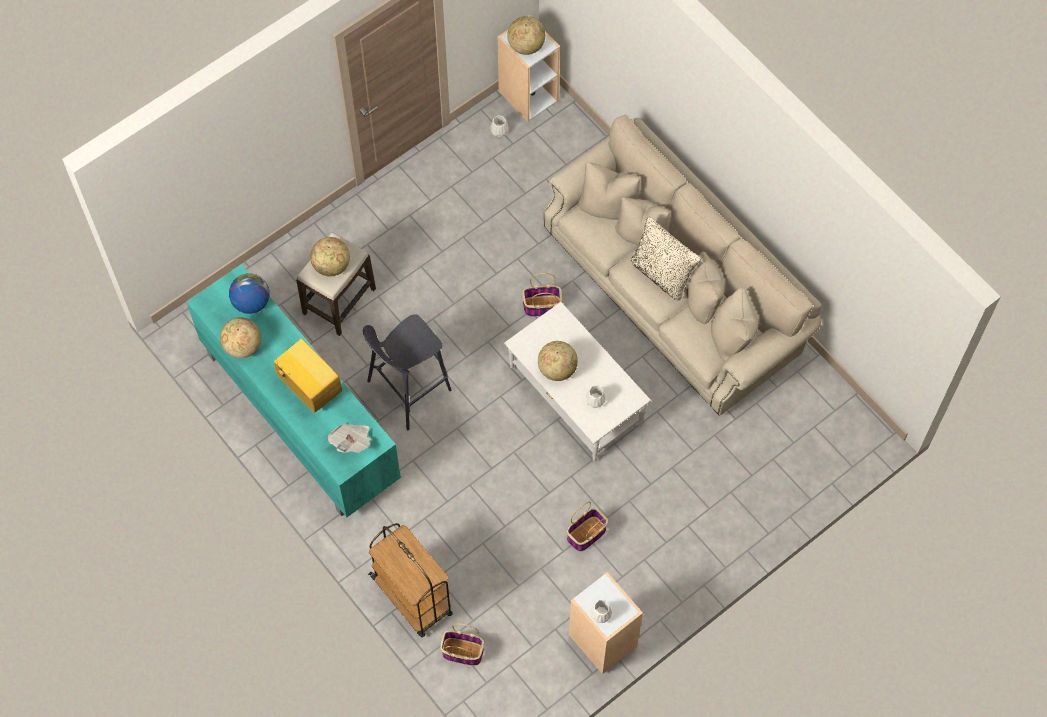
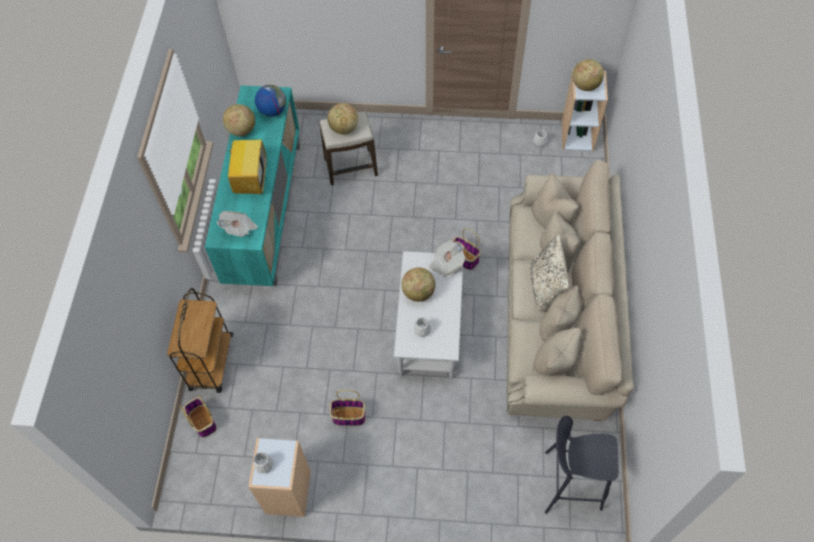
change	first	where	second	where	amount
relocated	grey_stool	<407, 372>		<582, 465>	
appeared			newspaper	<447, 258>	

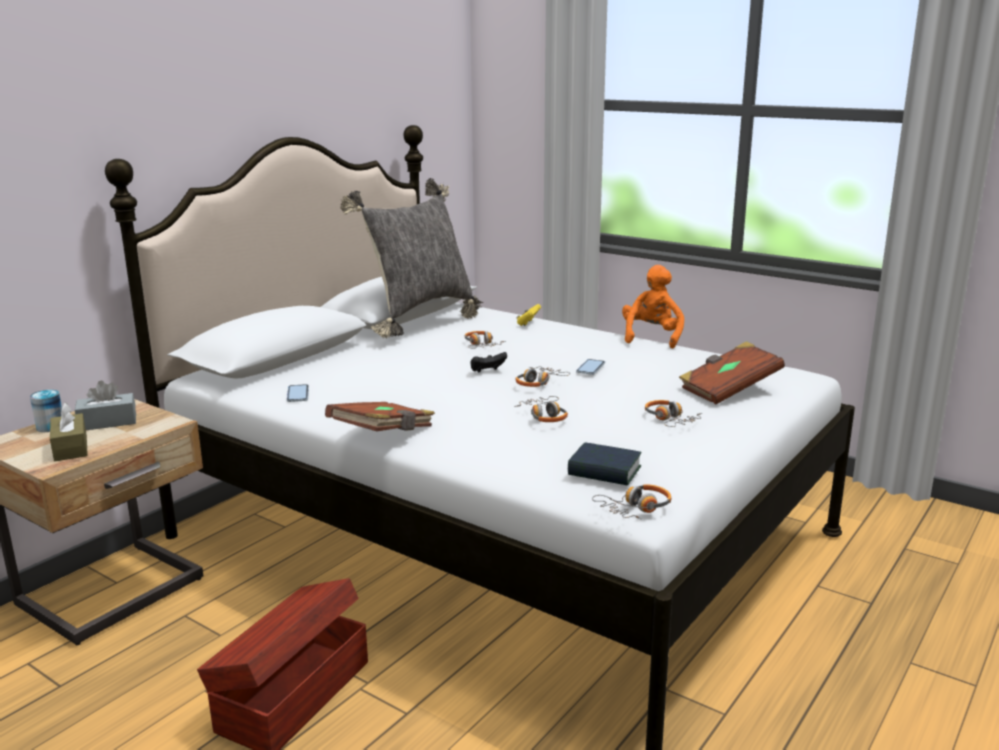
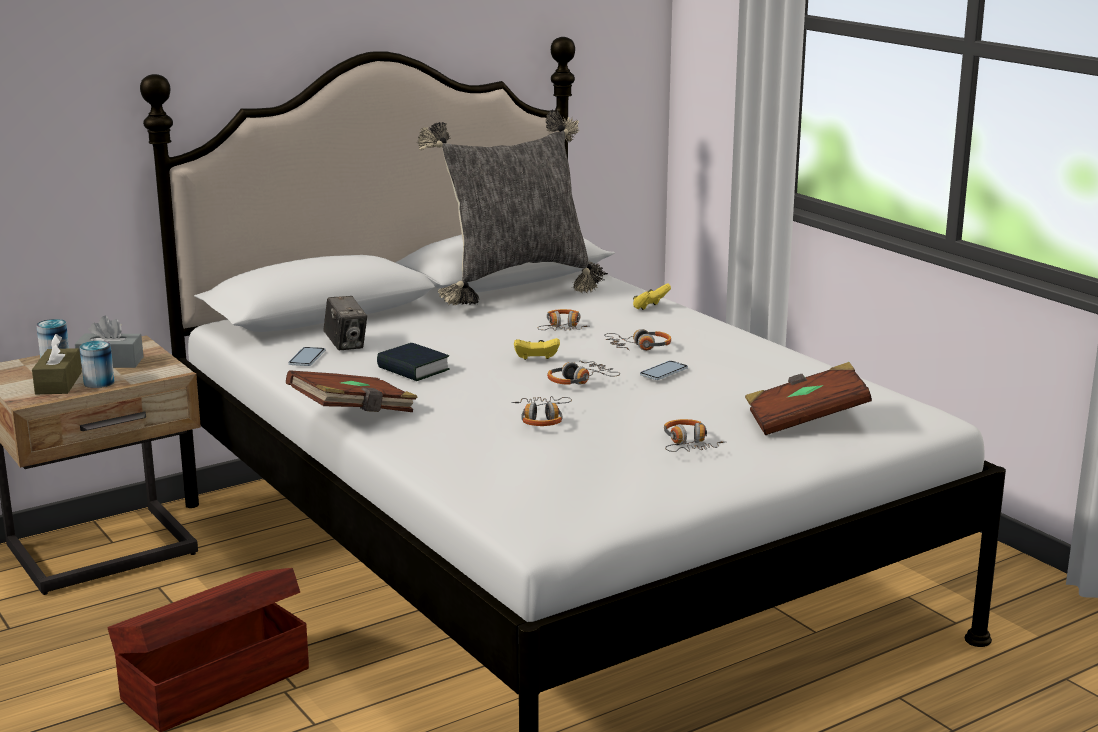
change	first	where	second	where	amount
missing	orange_plush_toy	<653, 307>			
colour	black_game_controller	<489, 362>	yellow_game_controller	<537, 349>	
relocated	book	<605, 464>		<413, 362>	
relocated	headphones	<631, 502>		<637, 340>	
appeared			photo_camera	<345, 323>	
appeared			can	<97, 364>	

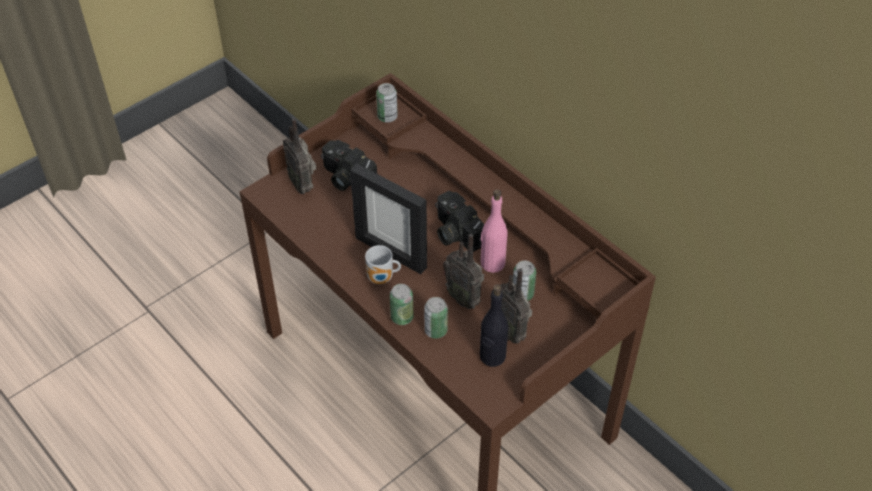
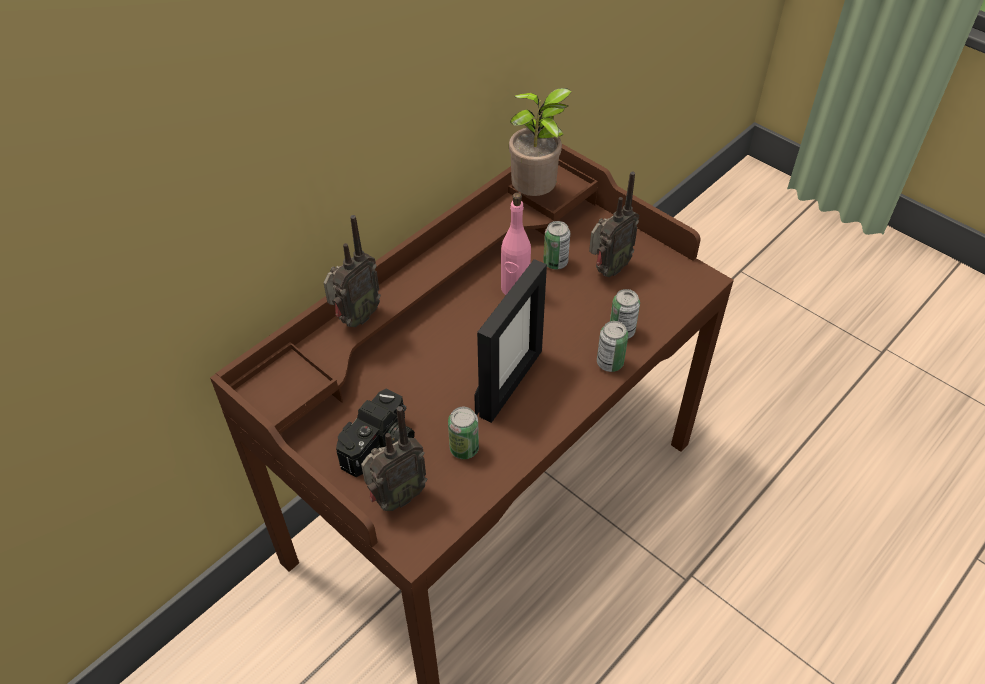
change	first	where	second	where	amount
relocated	can	<387, 103>		<463, 433>	
missing	photo_camera	<459, 221>			
relocated	radio	<463, 271>		<352, 271>	
missing	mug	<383, 264>			
missing	black_bottle	<494, 325>			
appeared			potted_plant	<540, 142>	

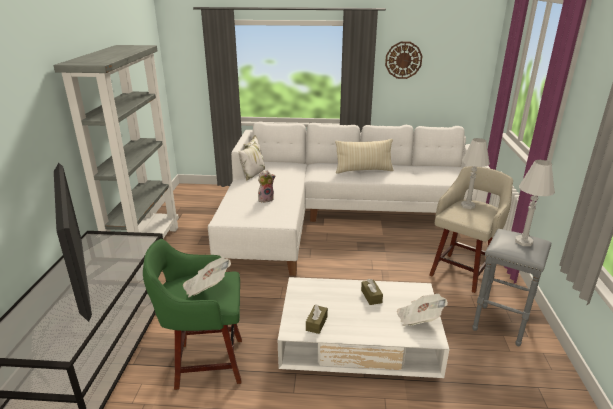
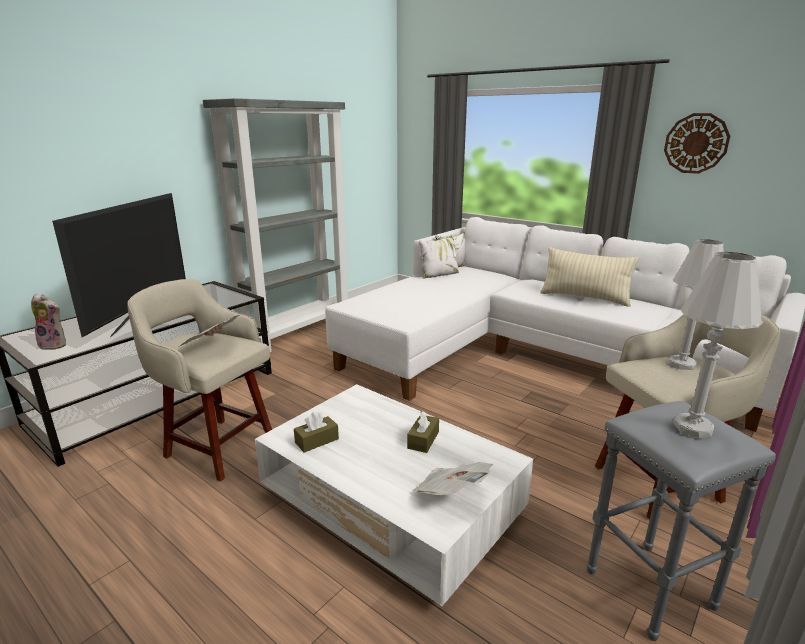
change	first	where	second	where	amount
relocated	plush_toy	<266, 186>		<48, 322>	
colour	green_stool	<192, 314>	beige_stool	<199, 380>	

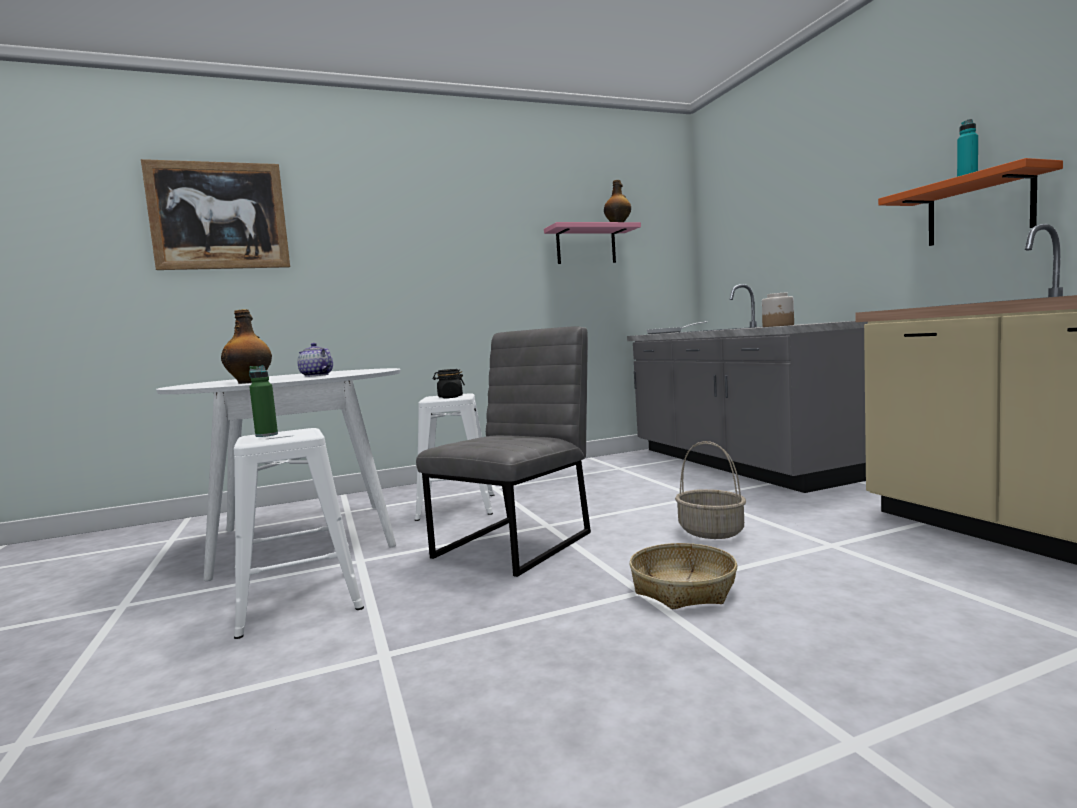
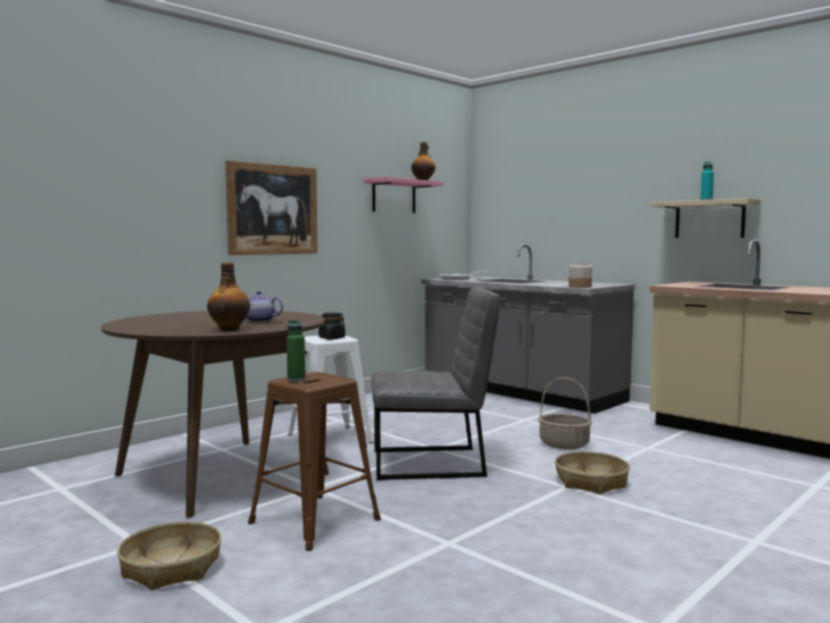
change	first	where	second	where	amount
colour	orange_shelf	<970, 202>	beige_shelf	<705, 218>	
relocated	picture	<215, 214>		<271, 207>	
spun	grey_chair	<503, 451>		<435, 383>	75 degrees clockwise
colour	white_dining_table	<278, 474>	brown_dining_table	<215, 414>	
colour	white_stool	<299, 533>	brown_stool	<314, 461>	
appeared			basket	<169, 556>	

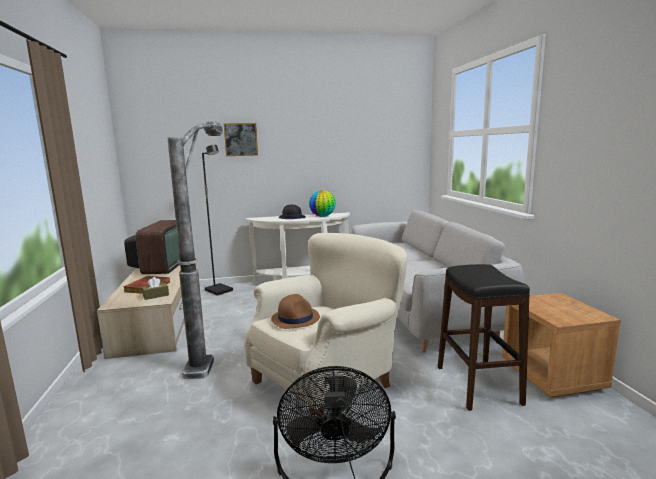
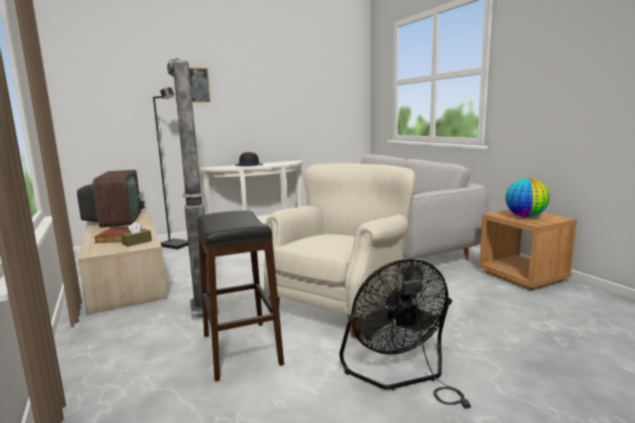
change	first	where	second	where	amount
relocated	globe	<322, 203>		<527, 198>	
relocated	black_stool	<484, 337>		<240, 295>	
missing	brown_hat	<295, 311>			

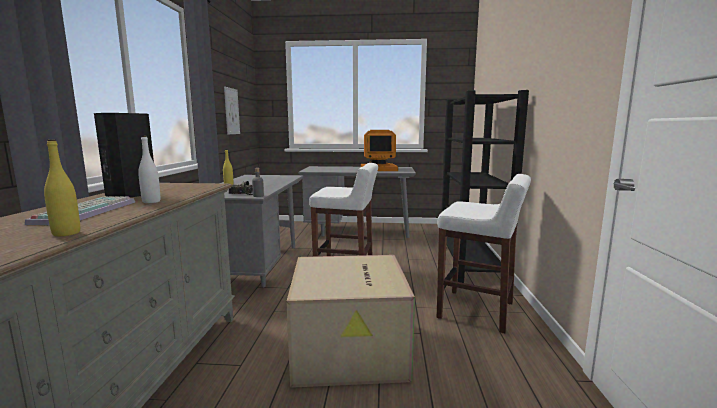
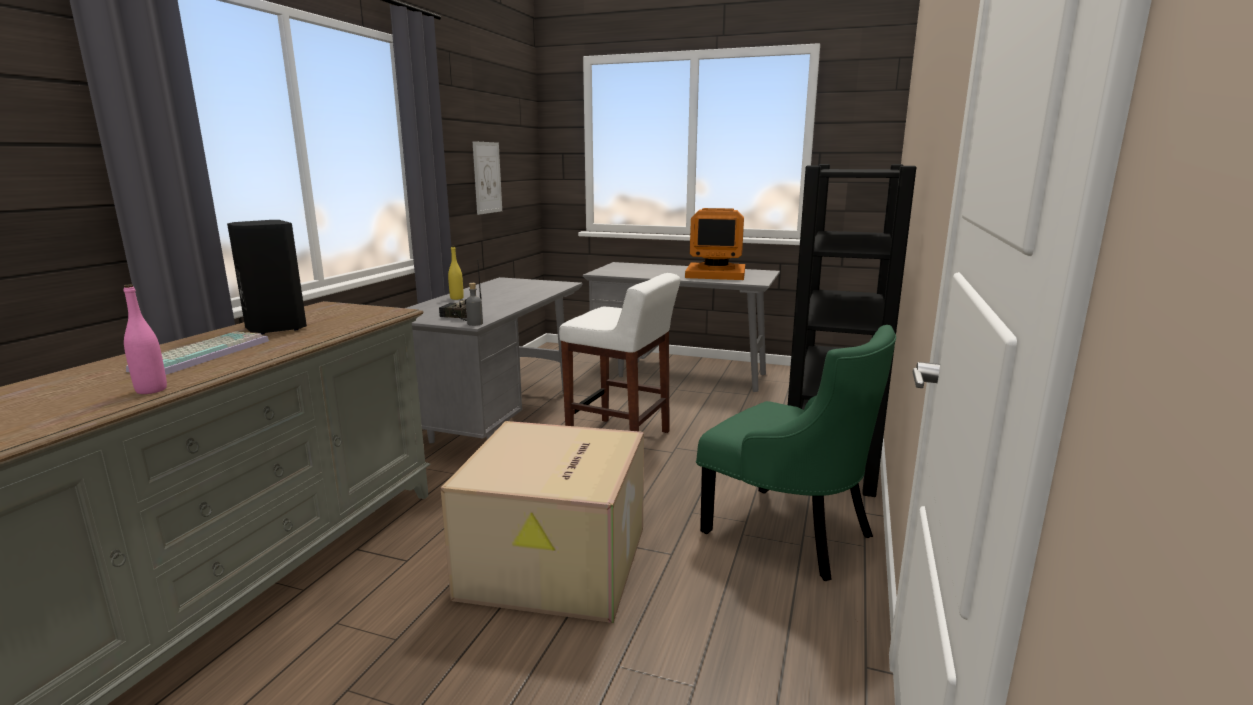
change	first	where	second	where	amount
missing	white_bottle	<149, 169>			
colour	yellow_bottle	<62, 187>	pink_bottle	<145, 339>	
exchanged	white_stool	<484, 253>	green_chair	<796, 453>	

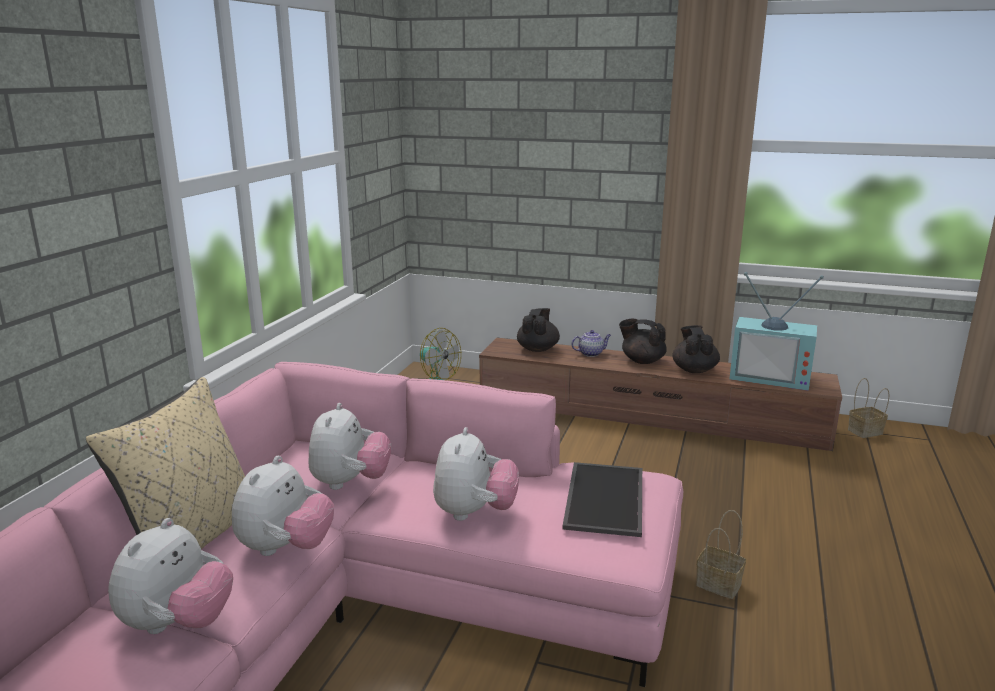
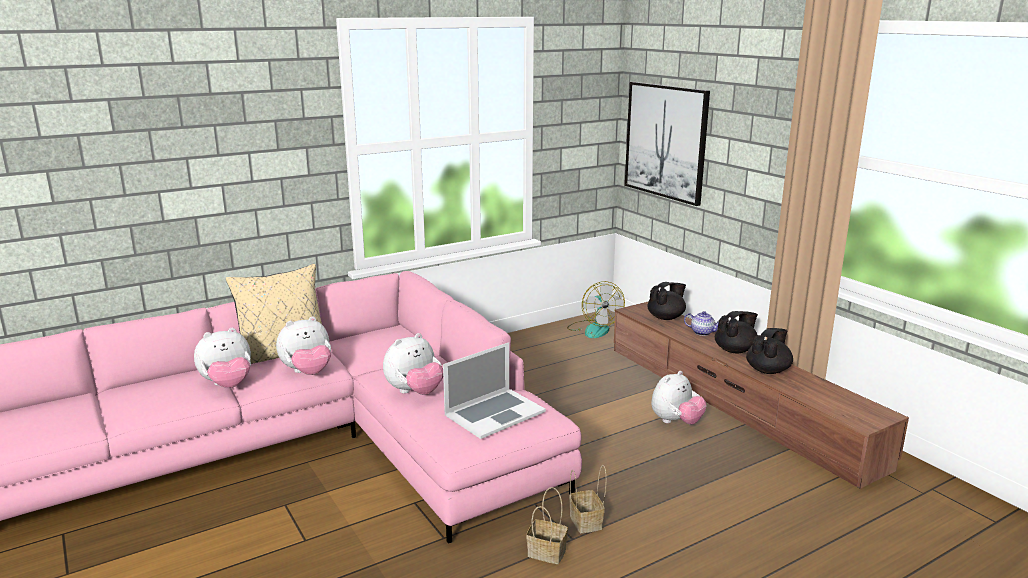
change	first	where	second	where	amount
missing	television	<776, 331>			
spun	black_teapot	<643, 341>		<736, 332>	75 degrees clockwise
relocated	basket	<868, 408>		<547, 525>	
relocated	plush_toy	<349, 446>		<679, 398>	
exchanged	tray	<602, 499>	laptop	<494, 390>	
appeared			picture	<667, 144>	

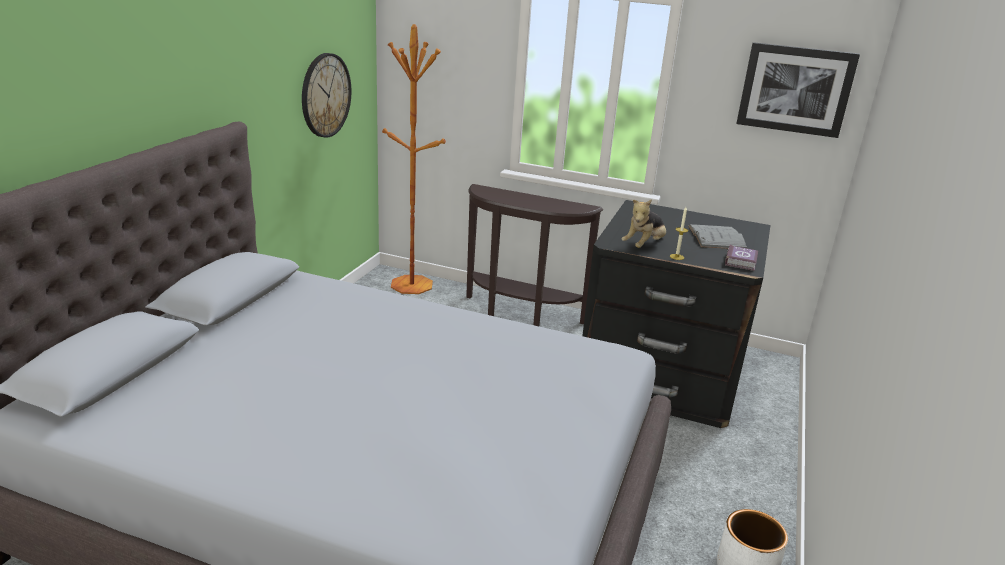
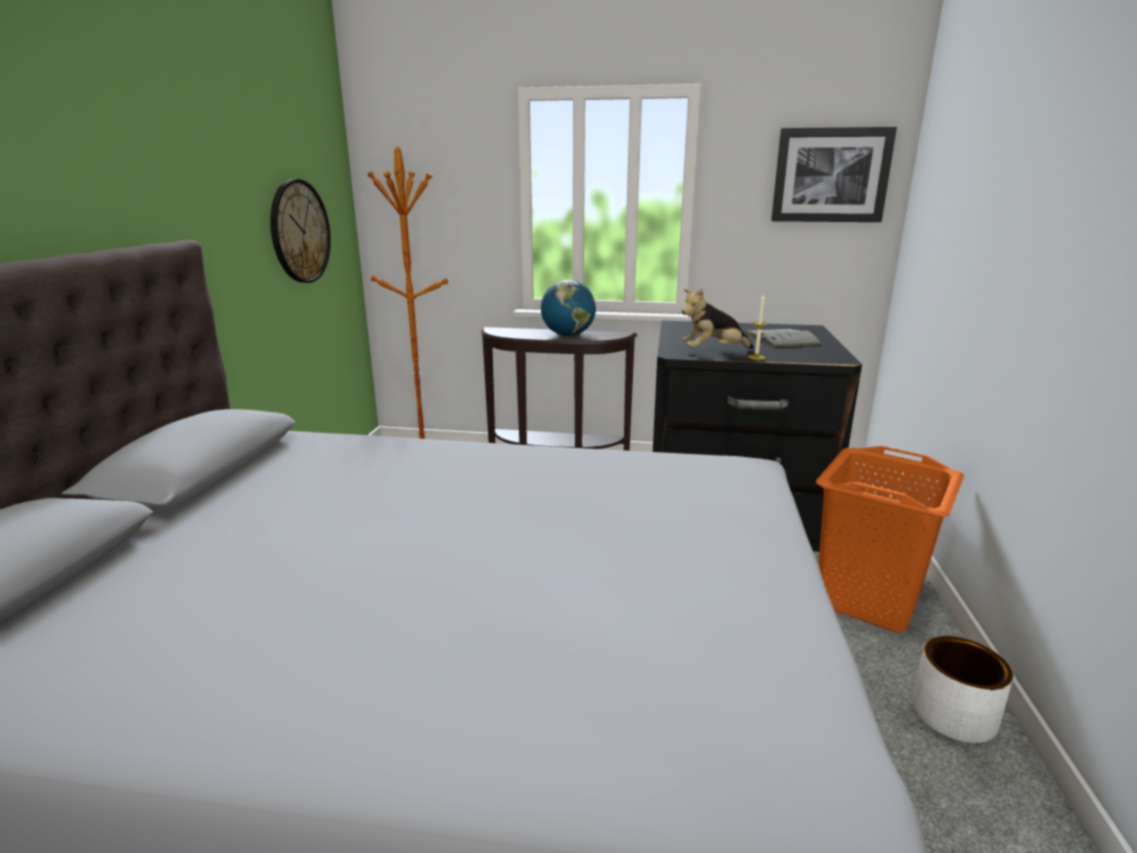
change	first	where	second	where	amount
spun	plush_toy	<644, 223>		<718, 318>	45 degrees clockwise
missing	book	<741, 258>			
appeared			globe	<568, 308>	
appeared			orange_laundry_basket	<890, 539>	

